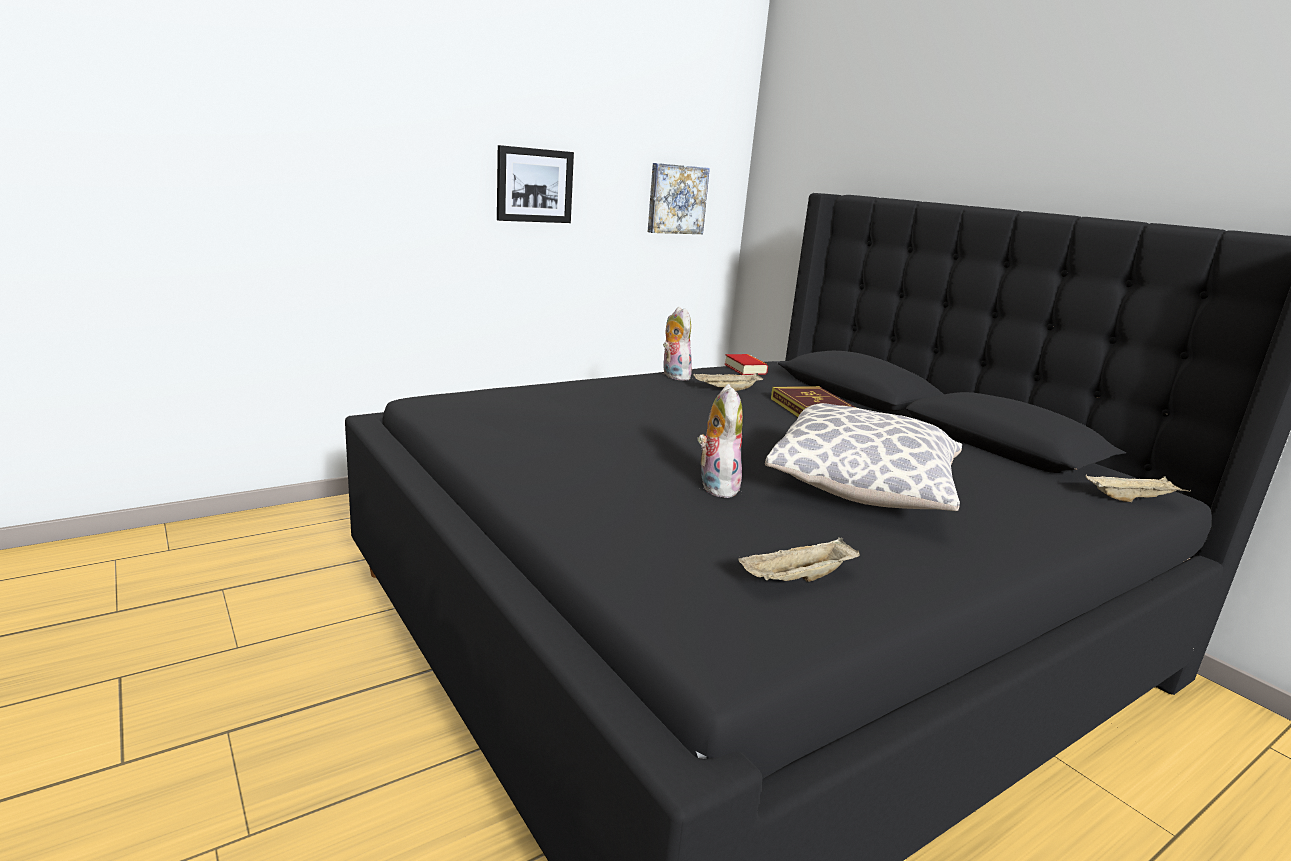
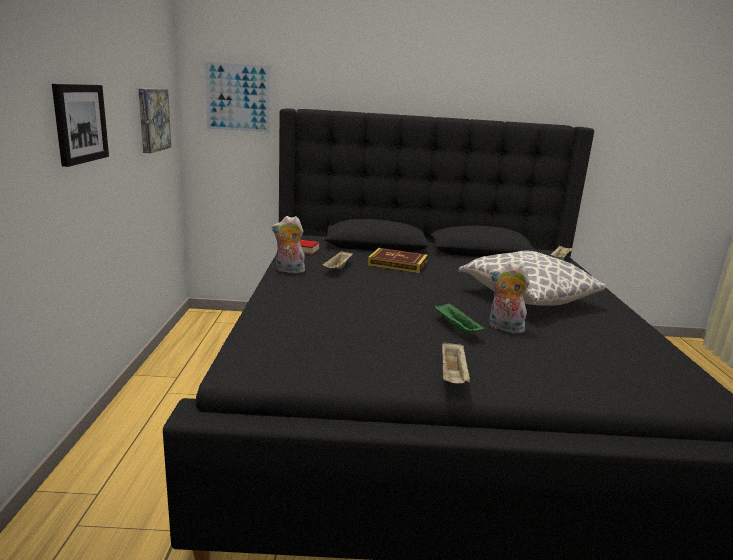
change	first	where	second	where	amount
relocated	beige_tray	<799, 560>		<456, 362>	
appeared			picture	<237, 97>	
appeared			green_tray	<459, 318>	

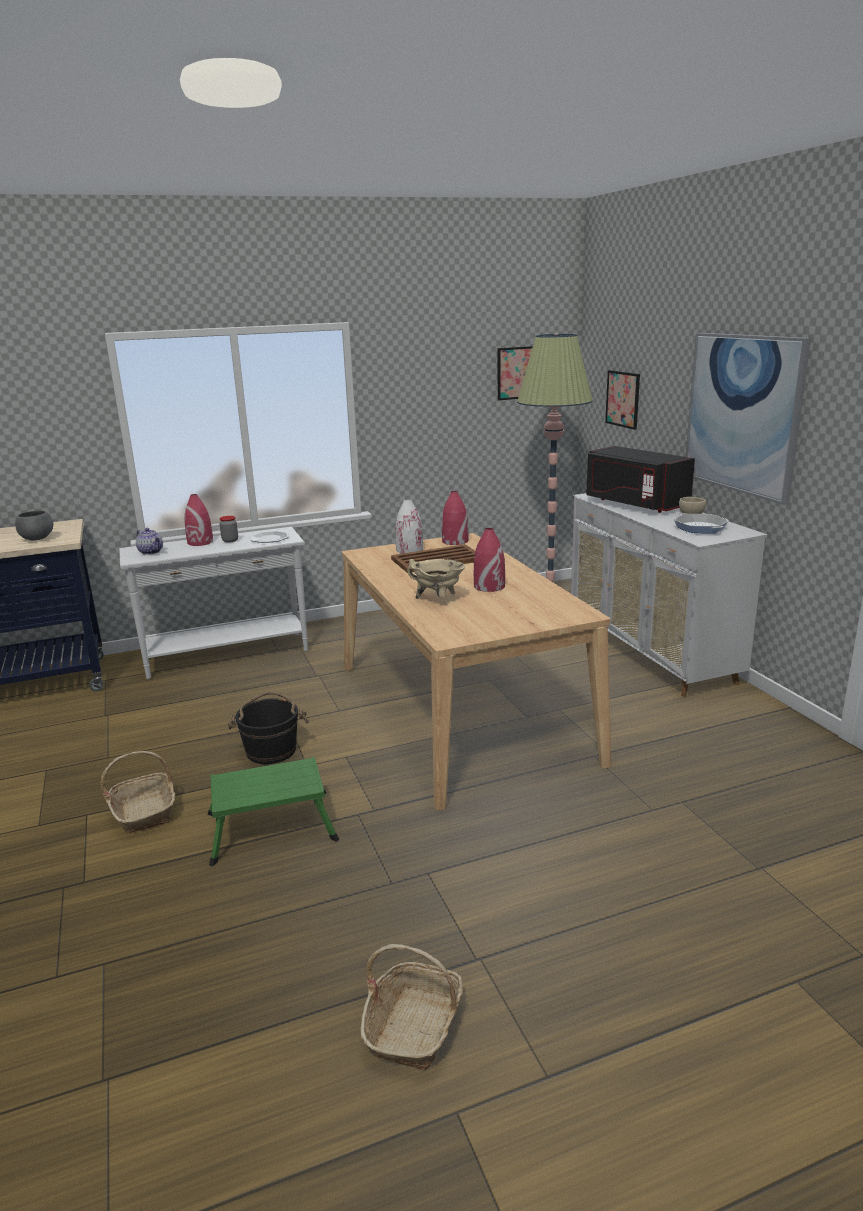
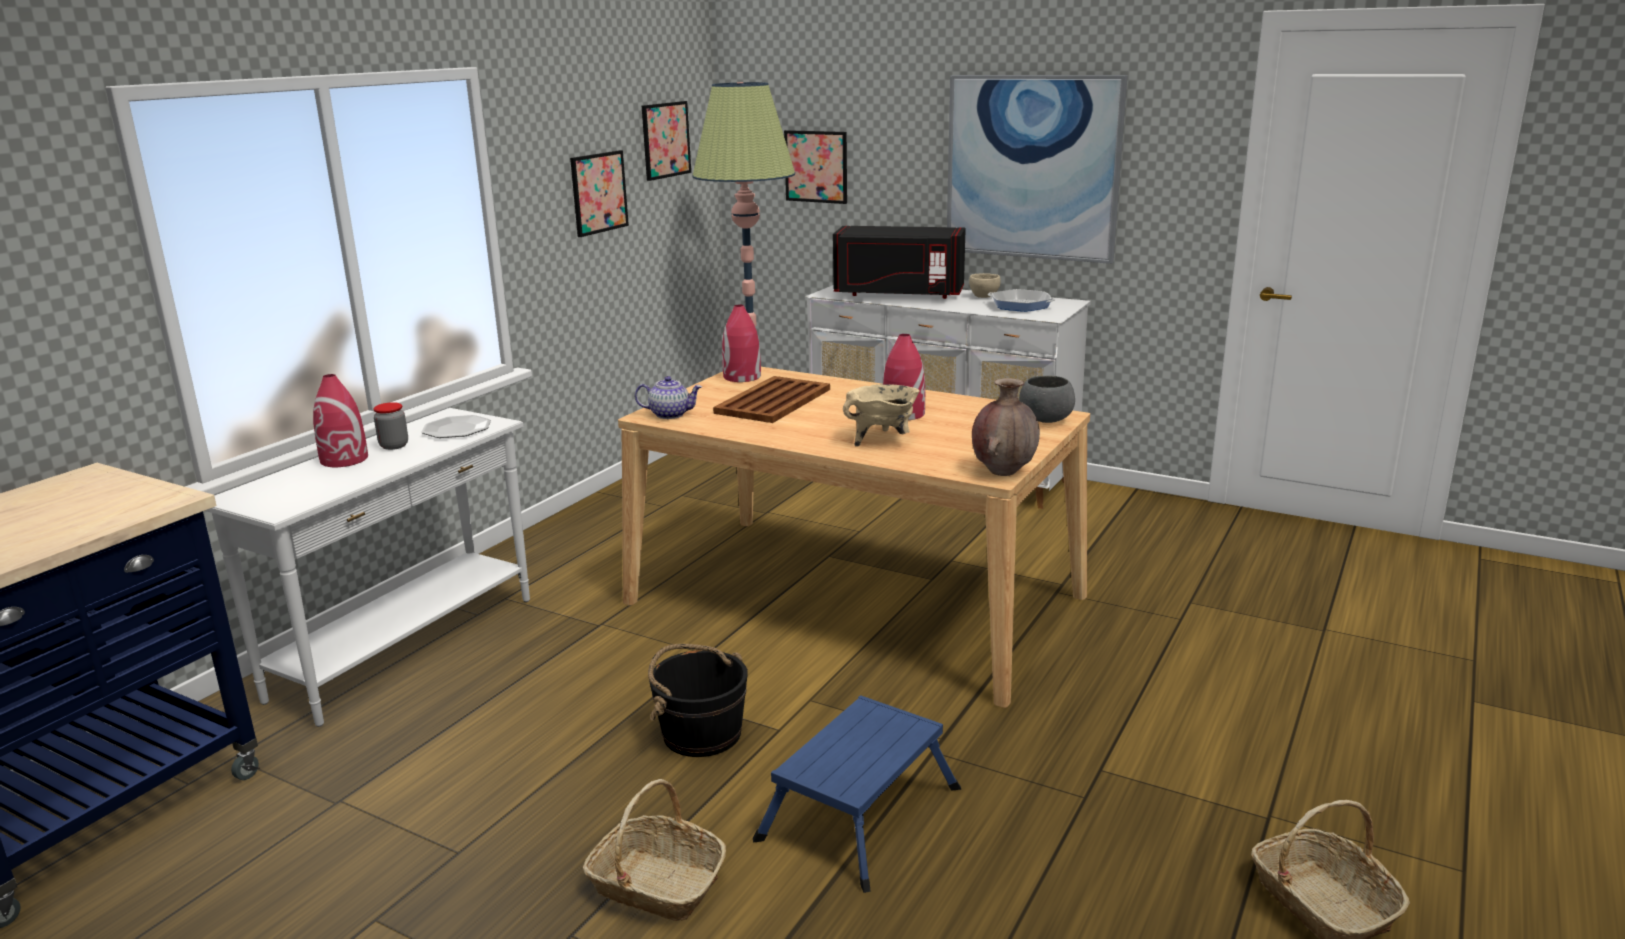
change	first	where	second	where	amount
missing	white_vase	<409, 526>			
relocated	grey_bowl	<34, 525>		<1047, 399>	
relocated	teapot	<149, 541>		<668, 397>	
colour	green_step_ladder	<273, 812>	blue_step_ladder	<857, 794>	
appeared			picture	<599, 193>	
appeared			brown_vase	<1006, 427>	

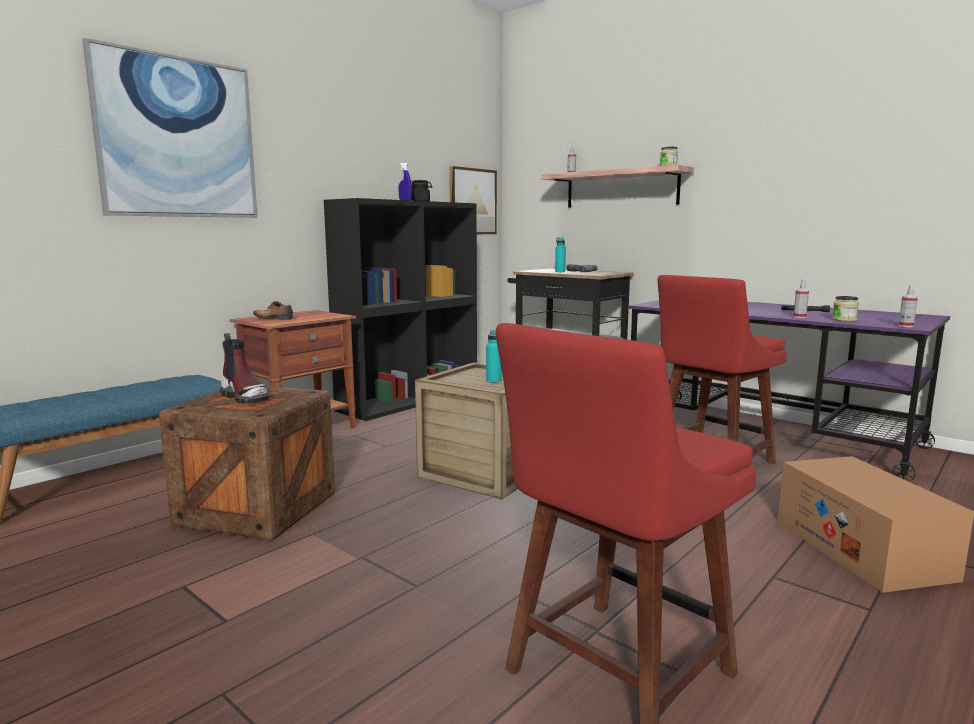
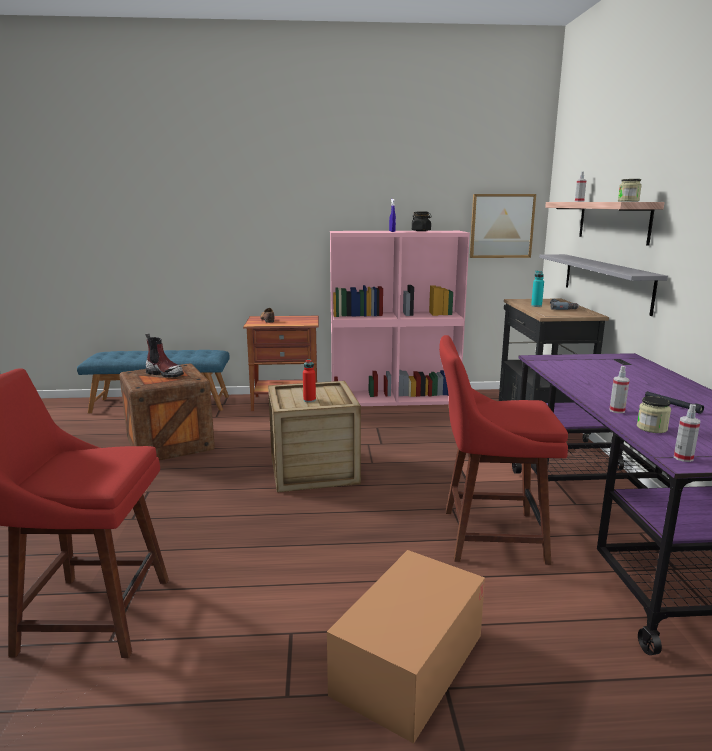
change	first	where	second	where	amount
missing	picture	<170, 128>			
colour	black_bookcase	<400, 309>	pink_bookcase	<400, 318>	
colour	turquoise_bottle	<494, 356>	red_bottle	<309, 380>	
spun	boot	<244, 368>		<164, 355>	60 degrees counterclockwise
appeared			grey_shelf	<603, 285>	

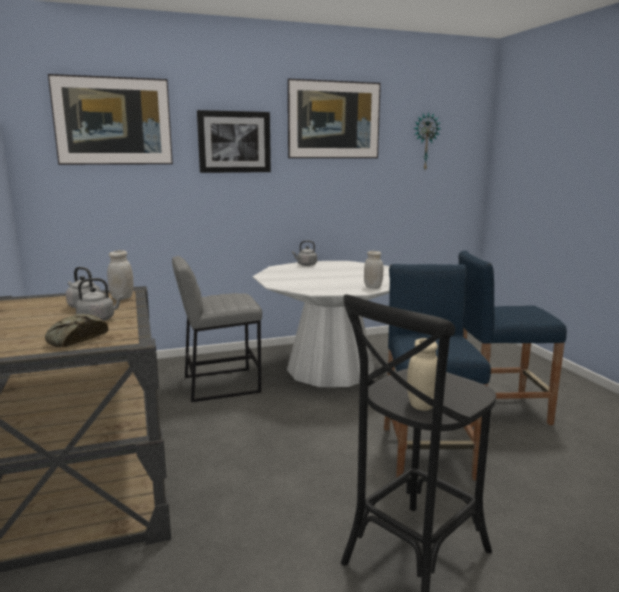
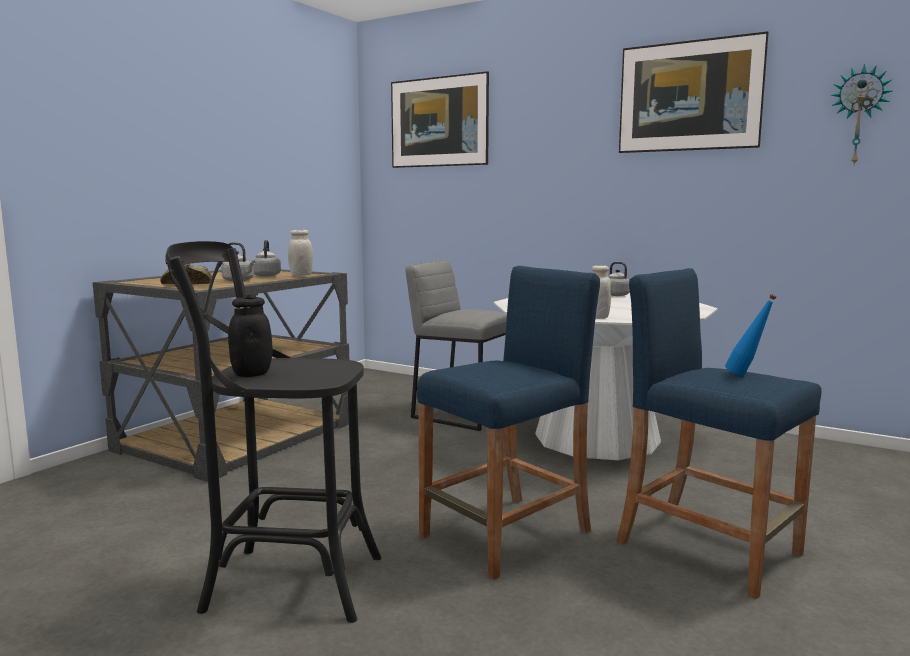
change	first	where	second	where	amount
missing	picture	<234, 141>			
colour	beige_jar	<422, 374>	black_jar	<250, 337>	
appeared			blue_bottle	<751, 334>	

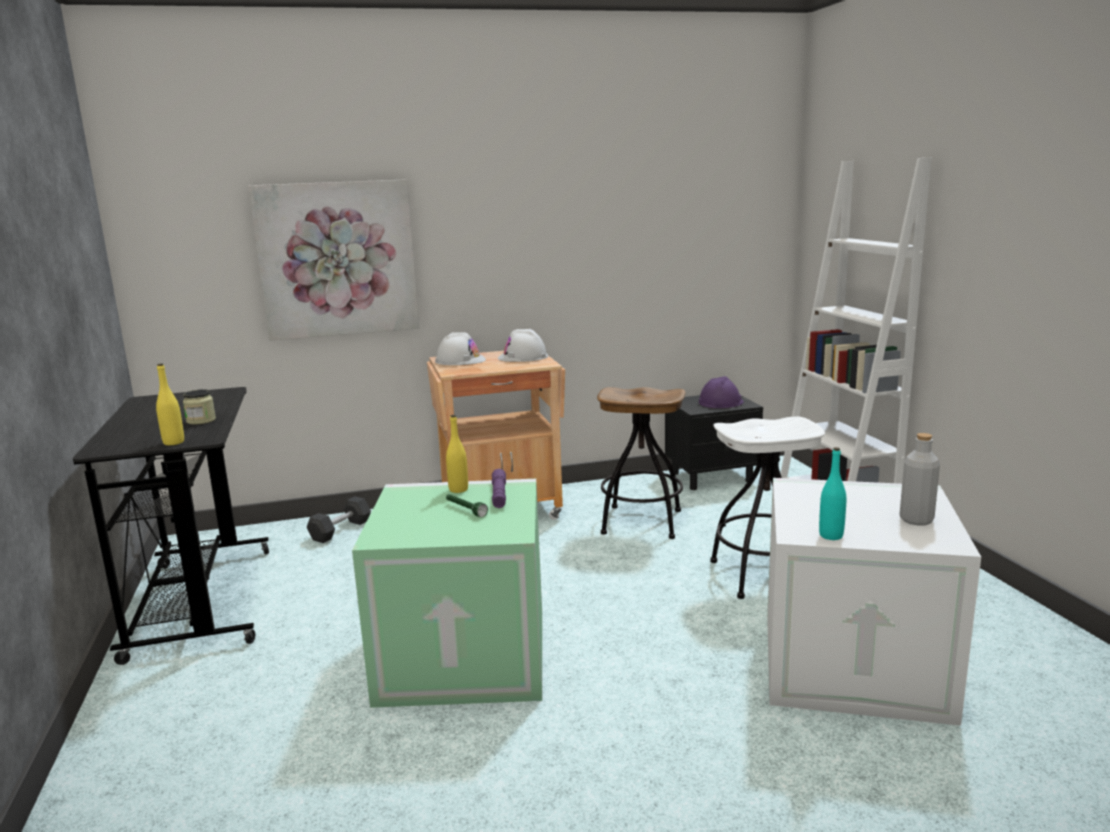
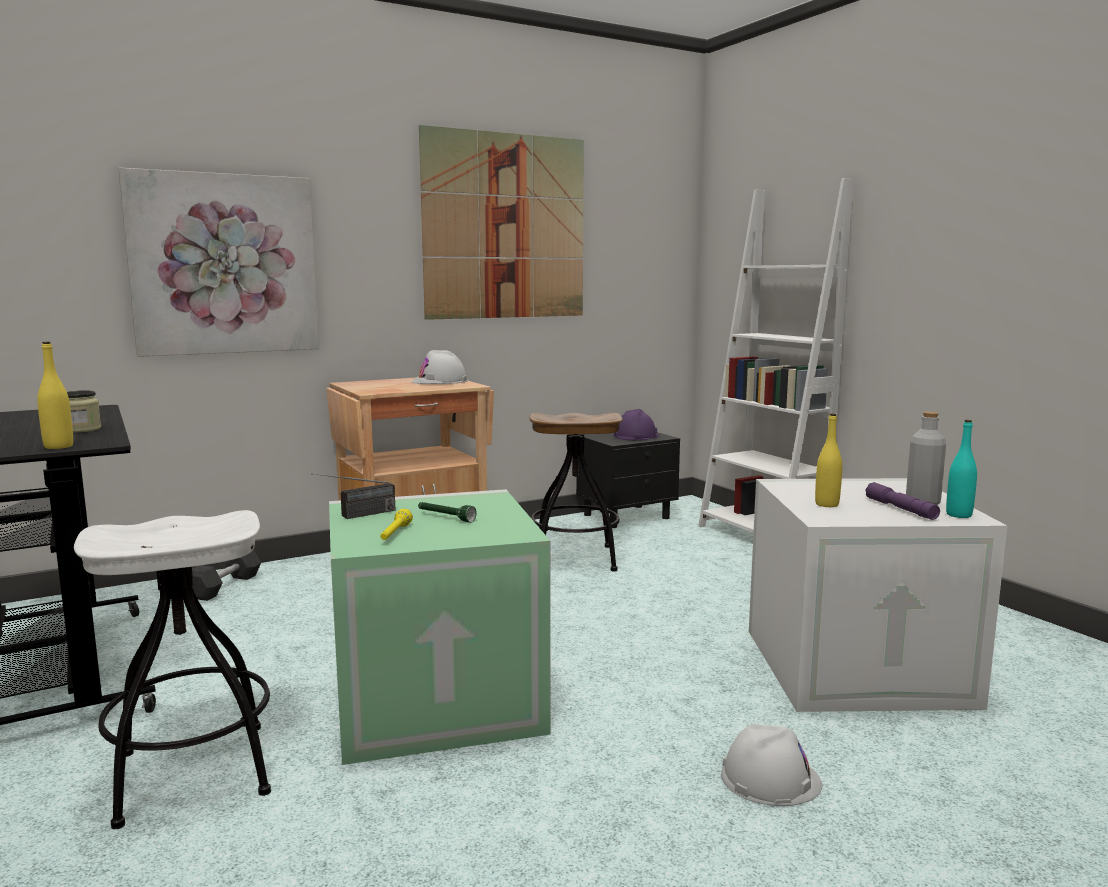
change	first	where	second	where	amount
relocated	white_hard_hat	<460, 348>		<771, 765>	
relocated	yellow_bottle	<457, 454>		<828, 460>	
relocated	white_stool	<767, 507>		<172, 669>	
relocated	turquoise_bottle	<832, 493>		<961, 469>	
relocated	purple_flashlight	<499, 488>		<902, 501>	
appeared			picture	<501, 222>	
appeared			radio	<353, 496>	
appeared			yellow_flashlight	<396, 524>	

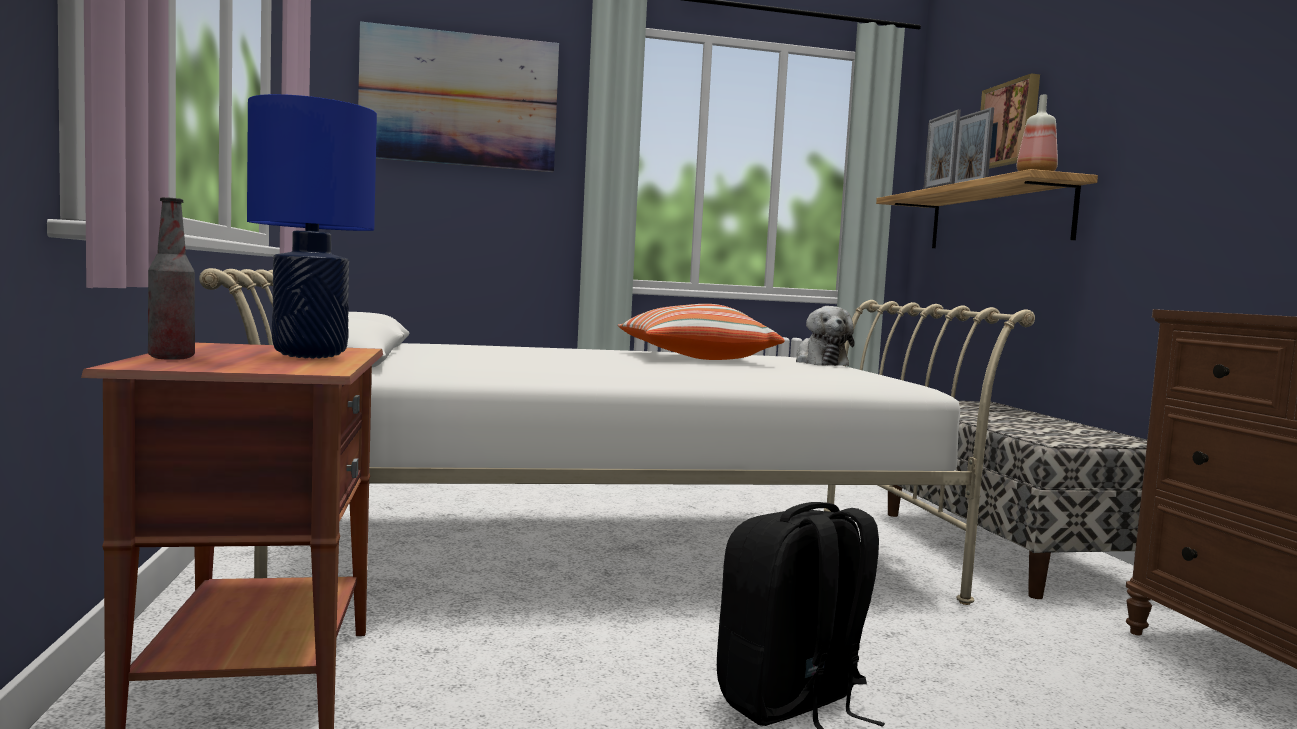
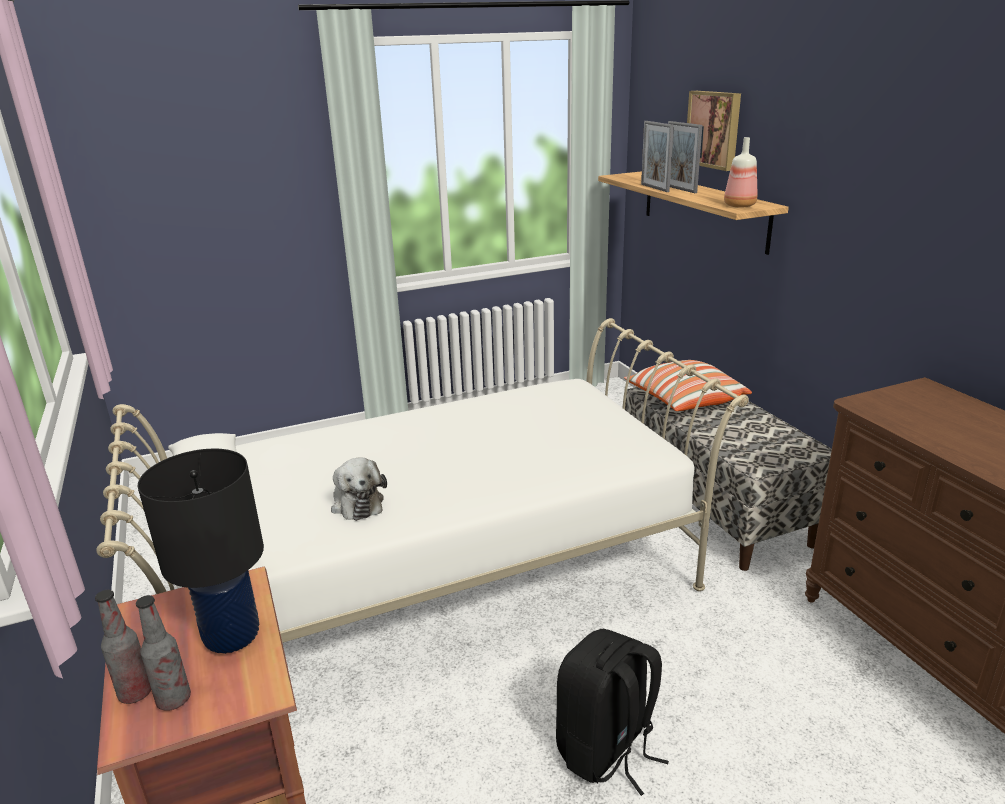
change	first	where	second	where	amount
missing	picture	<458, 97>			
colour	blue_table_lamp	<312, 226>	black_table_lamp	<201, 551>	
relocated	pillow	<701, 332>		<688, 385>	
relocated	plush_toy	<825, 336>		<359, 489>	
appeared			bottle	<163, 653>	

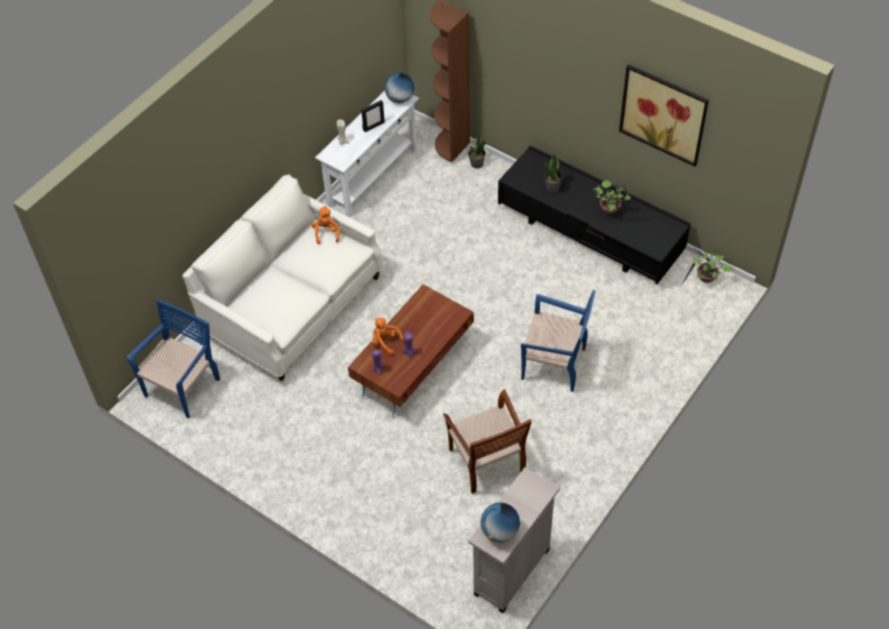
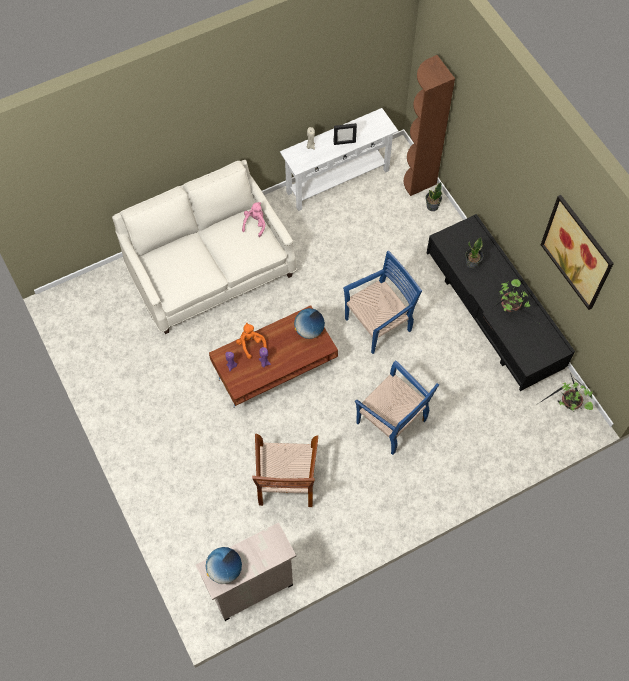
change	first	where	second	where	amount
relocated	globe	<399, 88>		<309, 323>	
colour	orange_plush_toy	<325, 225>	pink_plush_toy	<254, 219>	
relocated	blue_armchair	<173, 358>		<382, 302>	

